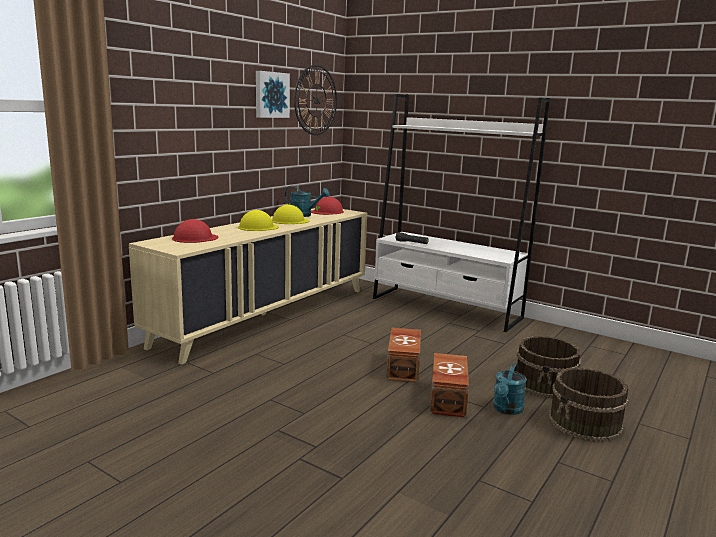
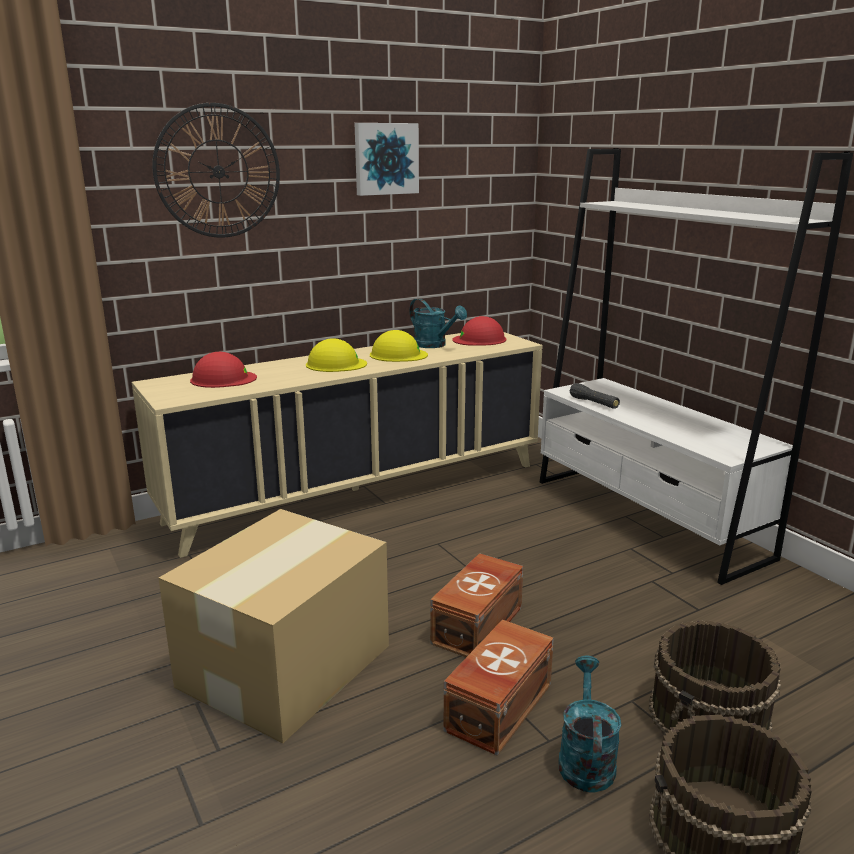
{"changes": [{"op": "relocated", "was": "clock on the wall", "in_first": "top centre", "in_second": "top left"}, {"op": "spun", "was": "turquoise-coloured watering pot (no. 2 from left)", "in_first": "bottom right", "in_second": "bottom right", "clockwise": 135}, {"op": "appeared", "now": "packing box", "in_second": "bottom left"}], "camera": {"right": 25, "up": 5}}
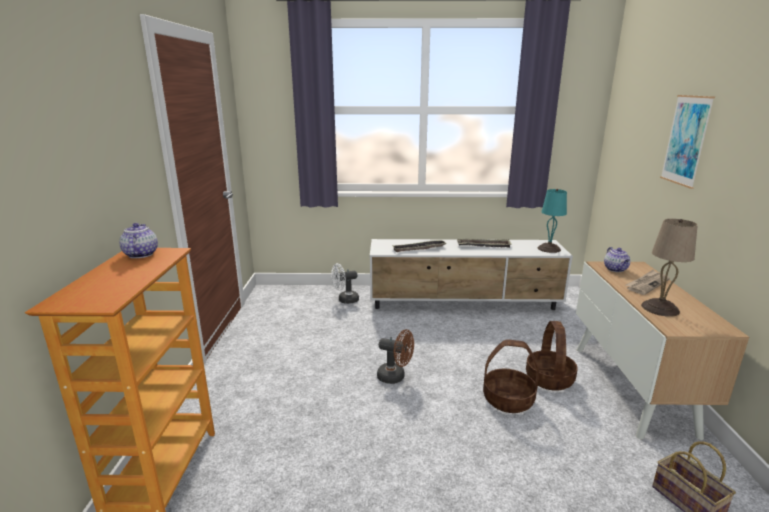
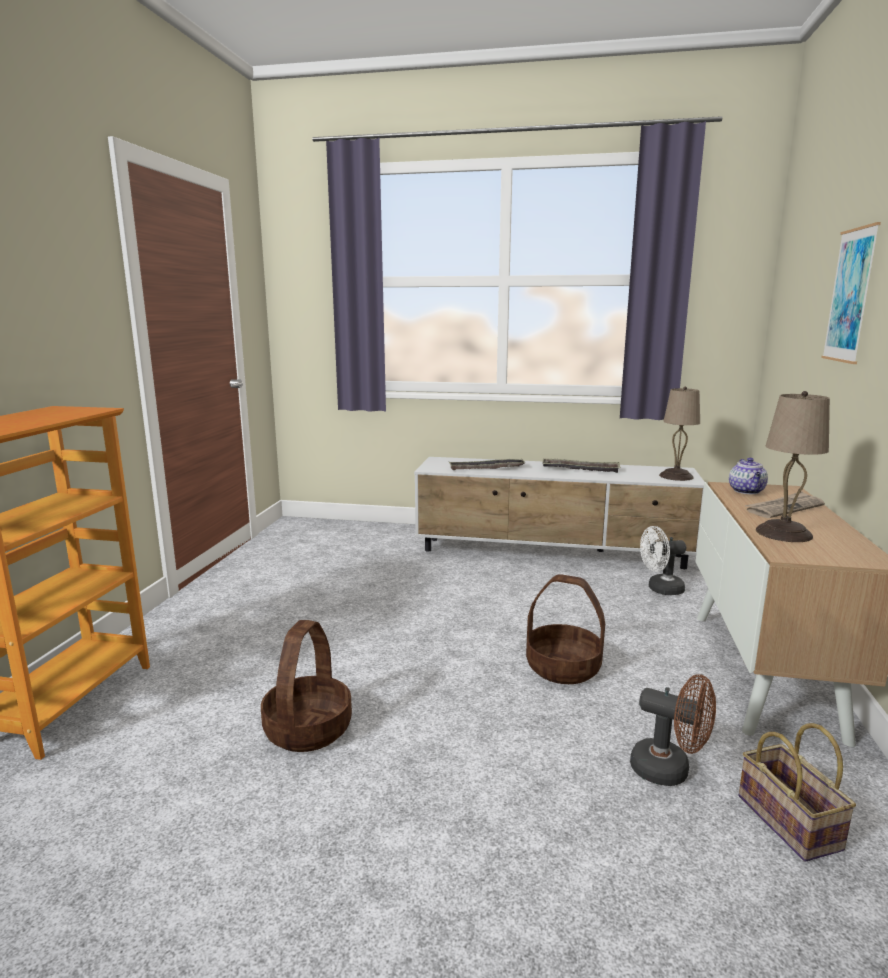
{"changes": [{"op": "missing", "was": "tea pot (no. 1 from left)", "in_first": "middle left"}, {"op": "relocated", "was": "white cooling fan", "in_first": "centre", "in_second": "middle right"}, {"op": "relocated", "was": "brown-coloured cooling fan", "in_first": "bottom centre", "in_second": "bottom right"}, {"op": "relocated", "was": "household basket (no. 2 from left in the first image)", "now": "household basket (no. 1 from left)", "in_first": "bottom right", "in_second": "bottom centre"}, {"op": "colour", "was": "turquoise-coloured table lamp", "now": "sand-coloured table lamp (no. 1 from left)", "in_first": "middle right", "in_second": "middle right"}], "camera": {"right": 10, "up": -5}}
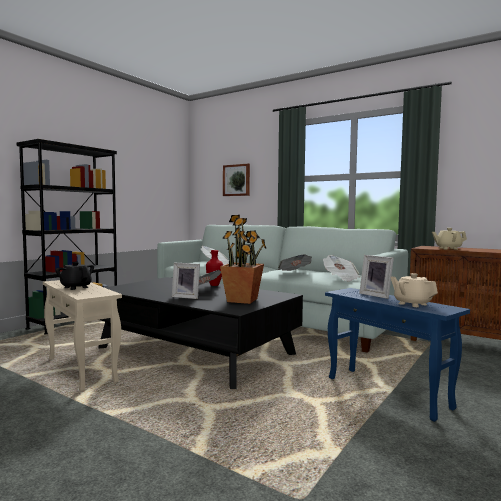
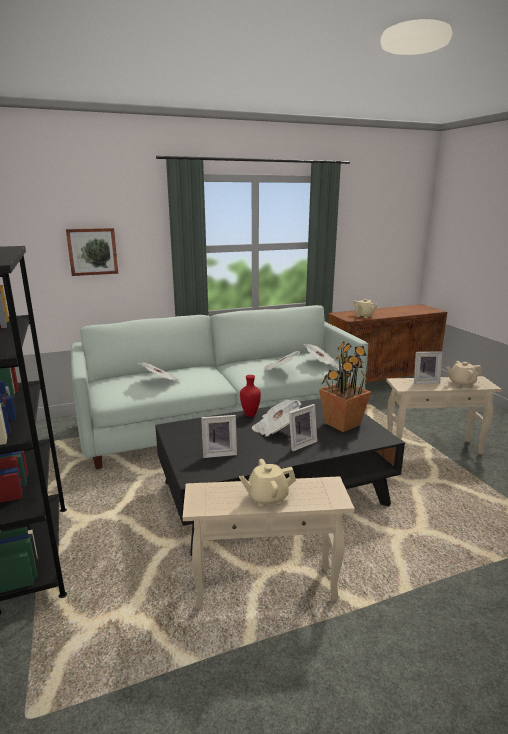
{"changes": [{"op": "colour", "was": "blackish tea pot", "now": "sand-coloured tea pot (no. 1 from left)", "in_first": "middle left", "in_second": "centre"}, {"op": "colour", "was": "bluish side table", "now": "sand-coloured side table (no. 2 from left)", "in_first": "bottom right", "in_second": "middle right"}, {"op": "appeared", "now": "picture frame (no. 1 from left)", "in_second": "centre"}], "camera": {"right": -55, "up": 15}}
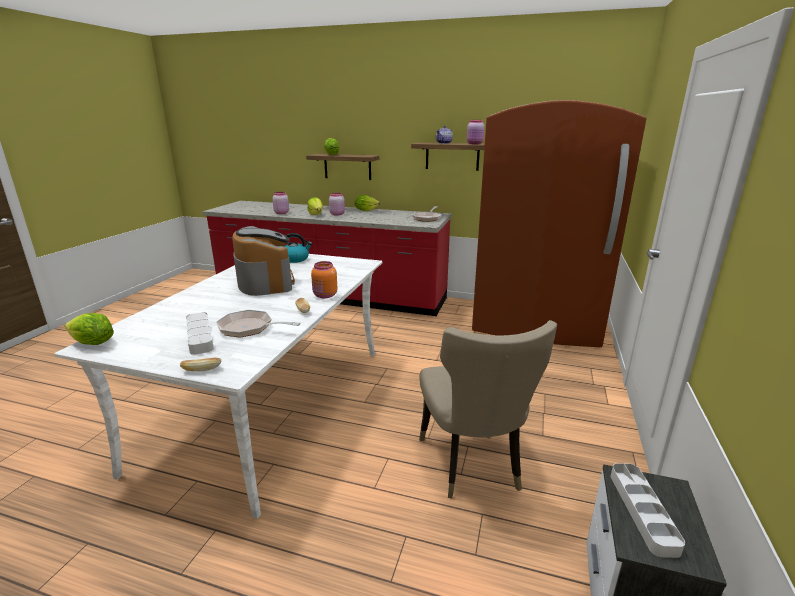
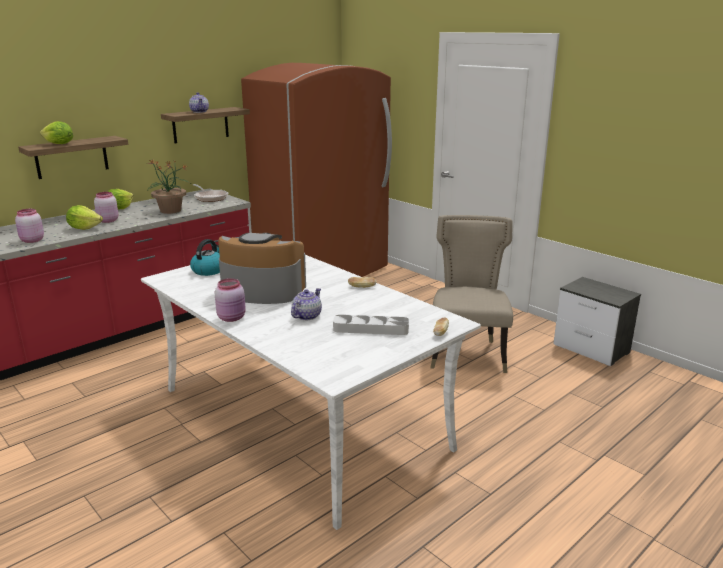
{"changes": [{"op": "missing", "was": "lettuce head (no. 1 from left)", "in_first": "middle left"}, {"op": "missing", "was": "skillet (no. 1 from left)", "in_first": "middle left"}, {"op": "missing", "was": "orange jar", "in_first": "centre"}, {"op": "spun", "was": "sand-coloured plain chair", "in_first": "bottom centre", "in_second": "centre", "clockwise": -105}, {"op": "relocated", "was": "pinkish jar (no. 3 from left)", "in_first": "top centre", "in_second": "middle left"}, {"op": "missing", "was": "gray tray (no. 2 from left)", "in_first": "bottom right"}, {"op": "appeared", "now": "plant in a pot", "in_second": "top left"}, {"op": "appeared", "now": "tea pot (no. 2 from left)", "in_second": "centre"}], "camera": {"right": -60, "up": 0}}
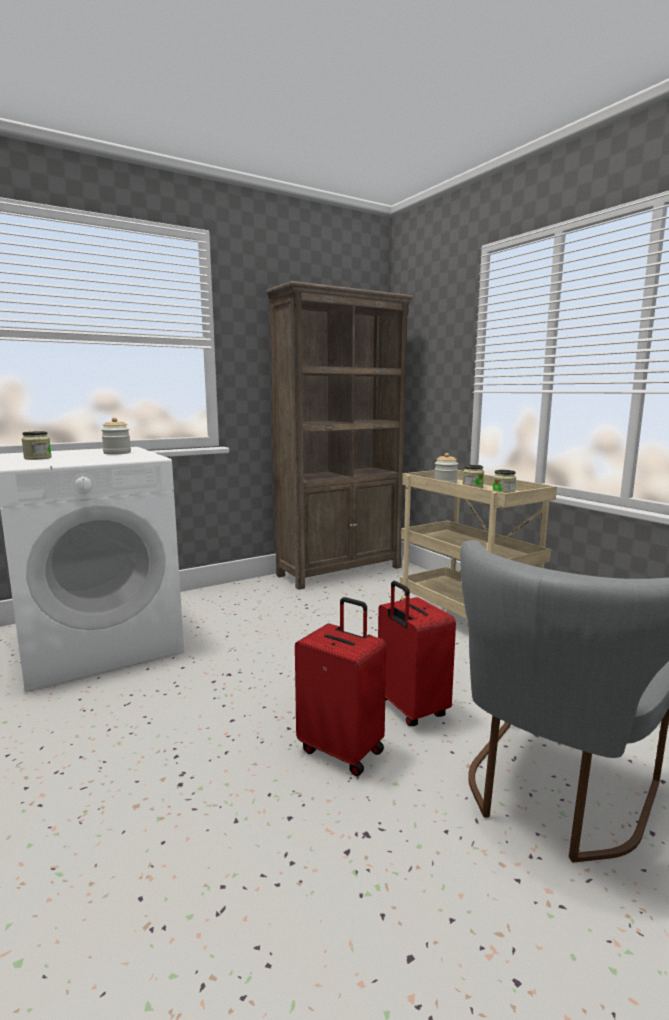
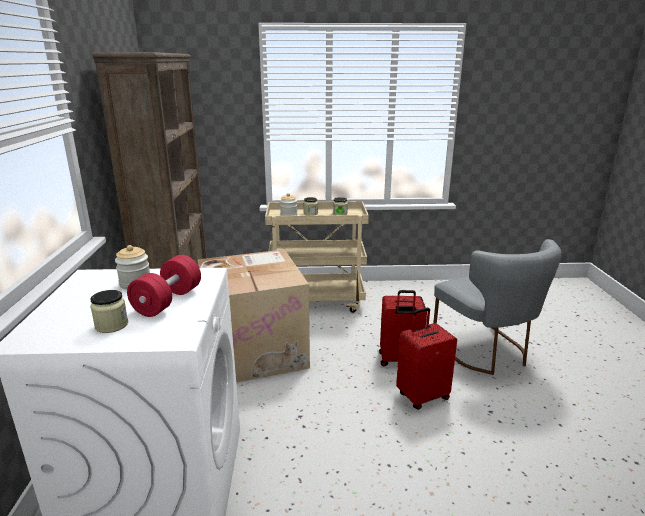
{"changes": [{"op": "appeared", "now": "reddish free weight", "in_second": "middle left"}, {"op": "appeared", "now": "packing box", "in_second": "centre"}], "camera": {"right": -60, "up": 10}}
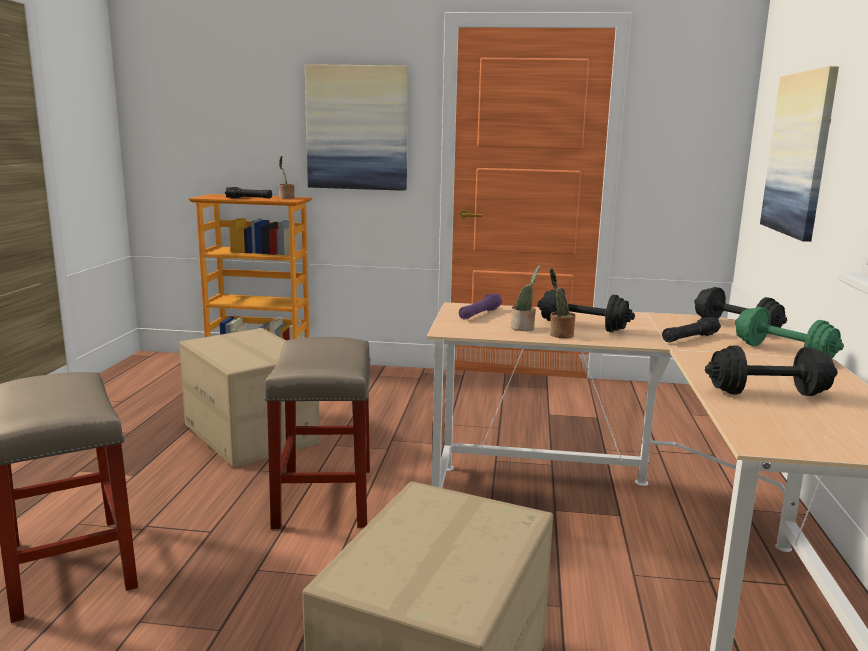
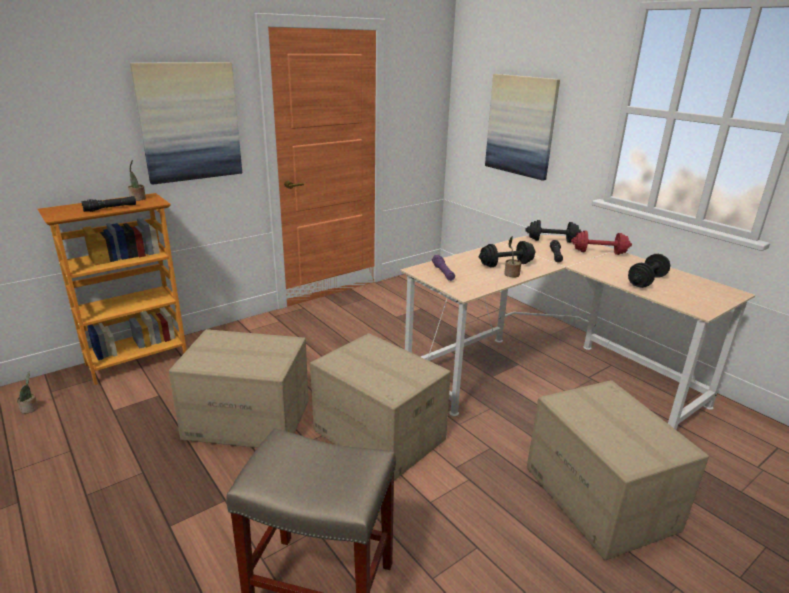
{"changes": [{"op": "exchanged", "was": "sand-coloured sitting stool (no. 2 from left)", "now": "packing box (no. 2 from left)", "in_first": "centre", "in_second": "bottom centre"}, {"op": "relocated", "was": "plant in a pot (no. 2 from left in the first image)", "now": "plant in a pot (no. 1 from left)", "in_first": "centre", "in_second": "middle left"}, {"op": "colour", "was": "greenish free weight", "now": "reddish free weight", "in_first": "middle right", "in_second": "middle right"}], "camera": {"right": -45, "up": 10}}
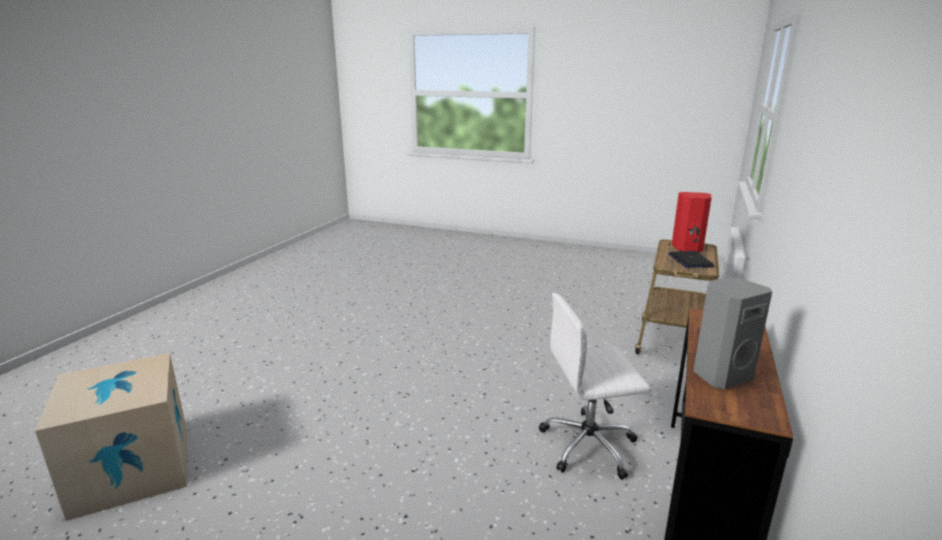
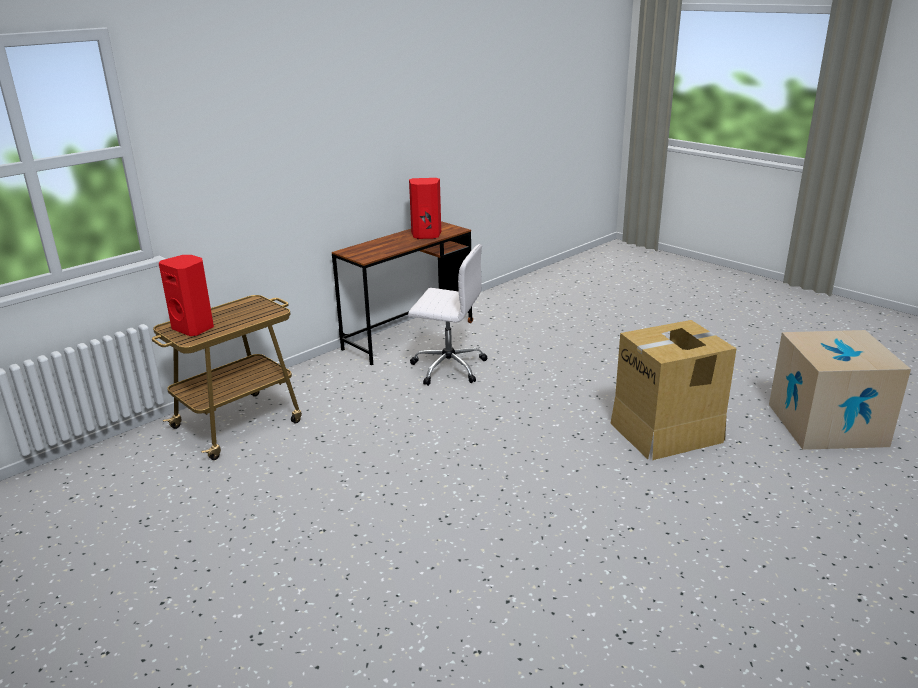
{"changes": [{"op": "missing", "was": "laptop", "in_first": "middle right"}, {"op": "colour", "was": "gray speaker", "now": "reddish speaker (no. 2 from left)", "in_first": "middle right", "in_second": "top centre"}, {"op": "appeared", "now": "packing box (no. 1 from left)", "in_second": "middle right"}], "camera": {"right": -155, "up": 5}}
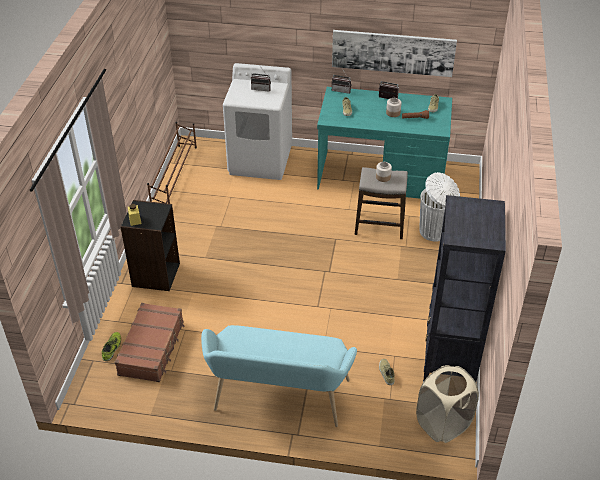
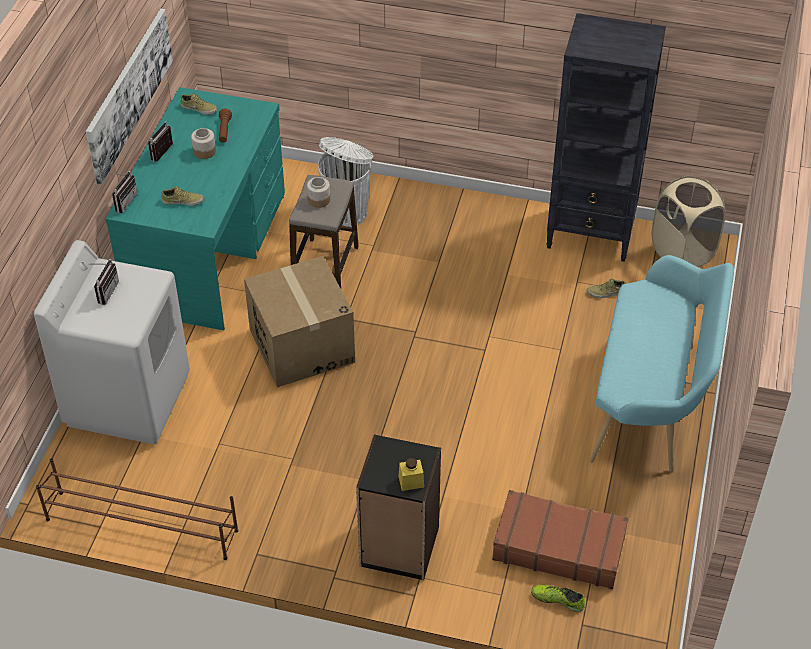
{"changes": [{"op": "appeared", "now": "packing box", "in_second": "centre"}], "camera": {"right": -85, "up": 5}}
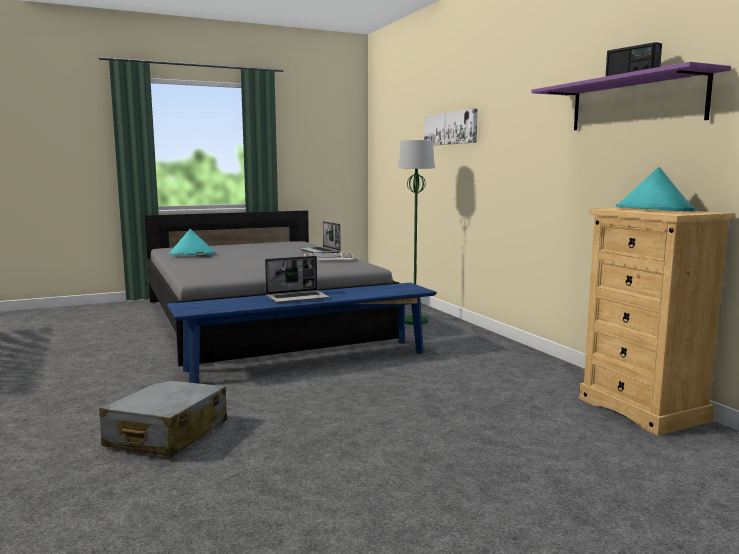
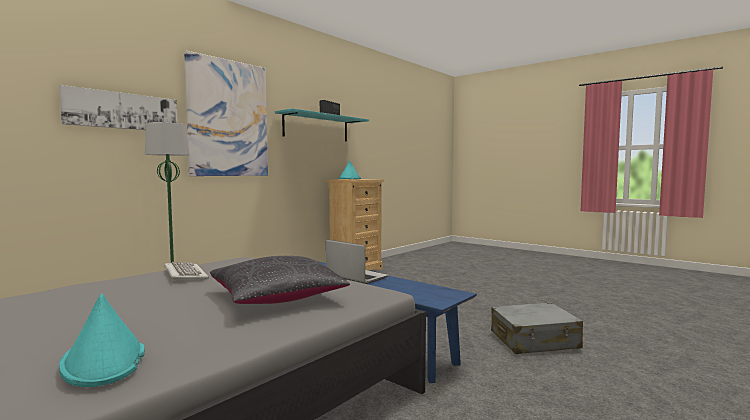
{"changes": [{"op": "missing", "was": "laptop (no. 2 from left)", "in_first": "centre"}, {"op": "colour", "was": "purple wall shelf", "now": "turquoise-coloured wall shelf", "in_first": "top right", "in_second": "top centre"}, {"op": "appeared", "now": "wall picture (no. 2 from left)", "in_second": "top left"}, {"op": "appeared", "now": "blackish cushion", "in_second": "bottom centre"}], "camera": {"right": -115, "up": -5}}
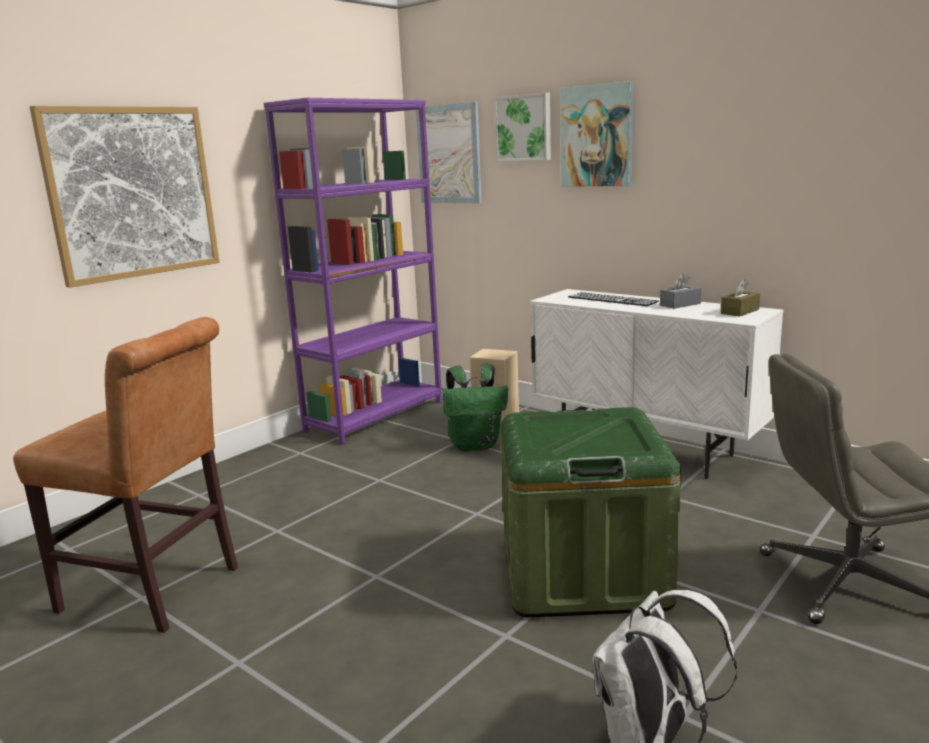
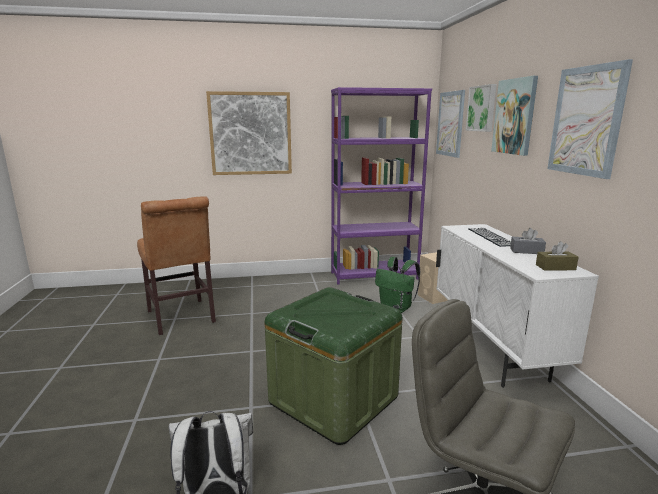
{"changes": [{"op": "appeared", "now": "wall picture (no. 5 from left)", "in_second": "top right"}], "camera": {"right": 40, "up": 0}}
